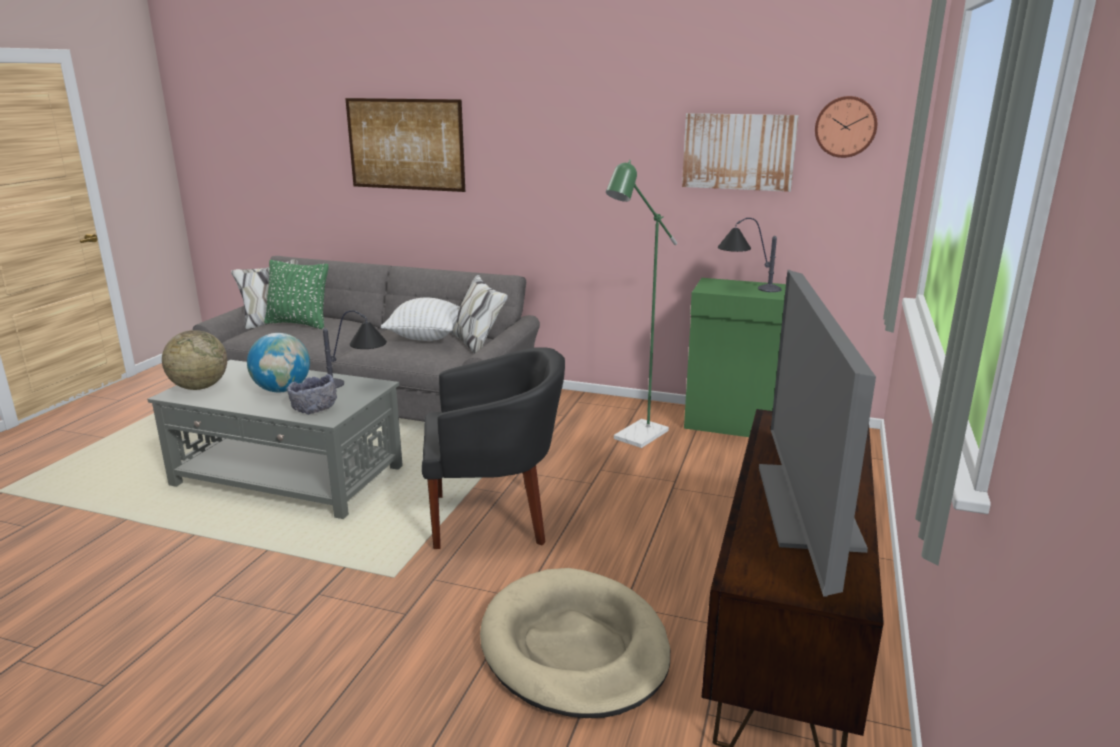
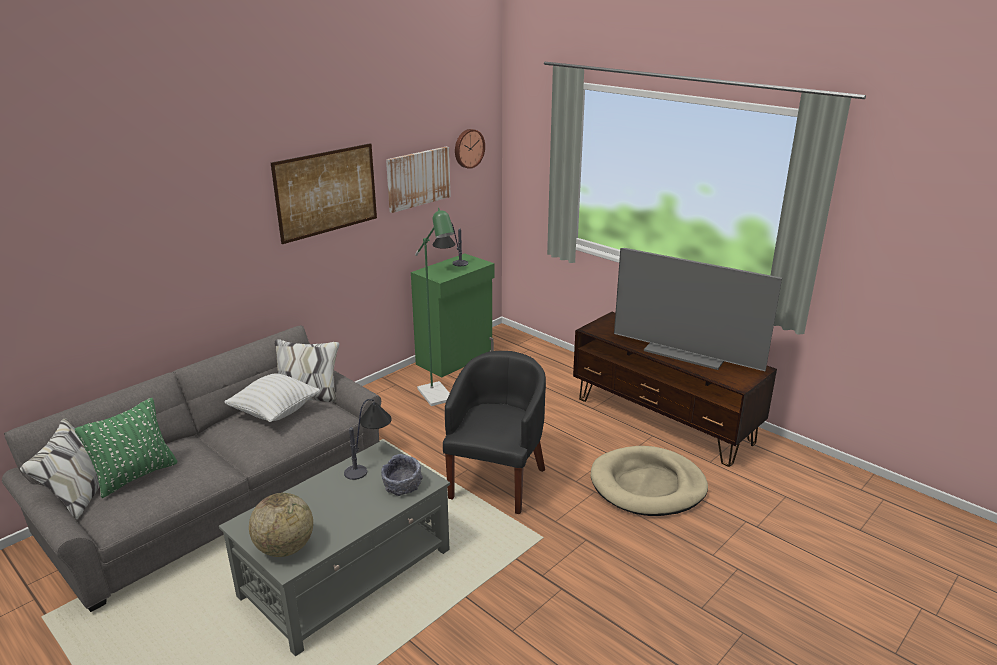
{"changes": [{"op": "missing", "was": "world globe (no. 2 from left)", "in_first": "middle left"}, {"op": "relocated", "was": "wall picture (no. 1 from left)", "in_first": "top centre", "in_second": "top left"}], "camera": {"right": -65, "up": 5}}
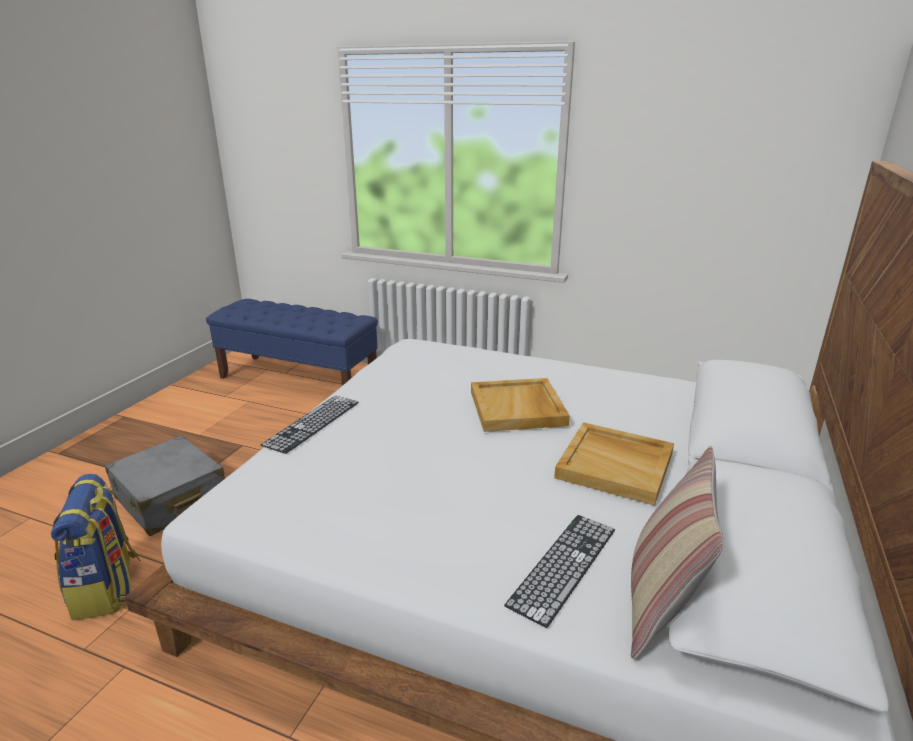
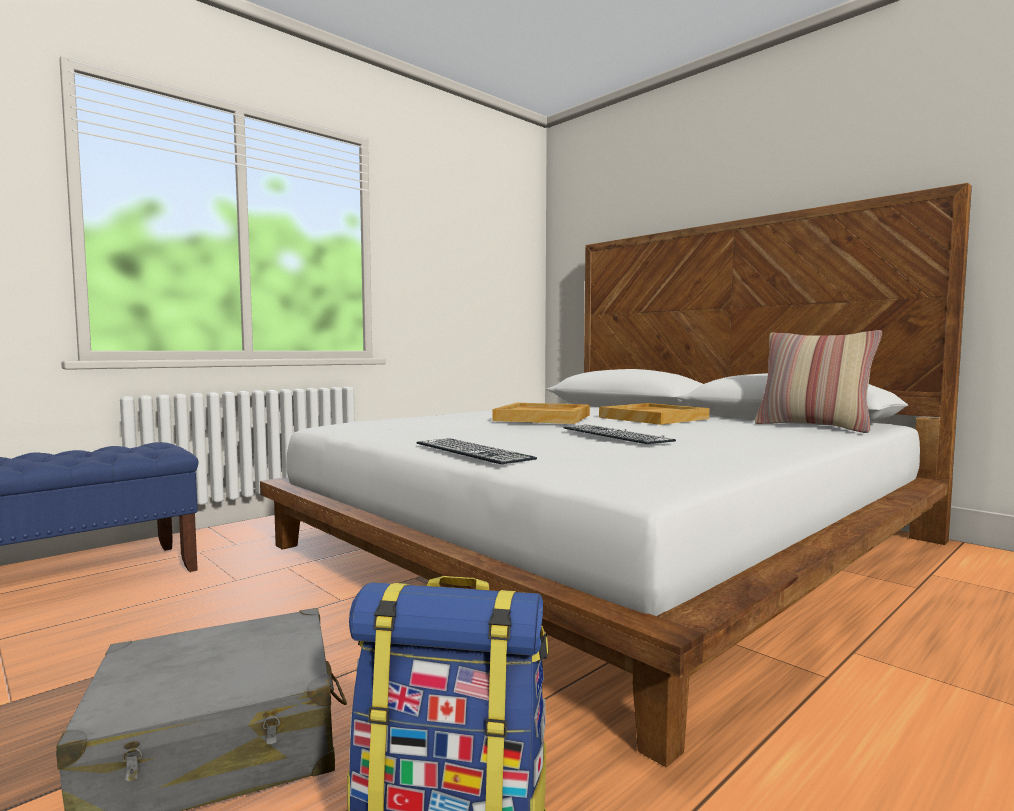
{"changes": [{"op": "relocated", "was": "keyboard (no. 2 from left)", "in_first": "bottom centre", "in_second": "centre"}], "camera": {"right": -65, "up": -20}}
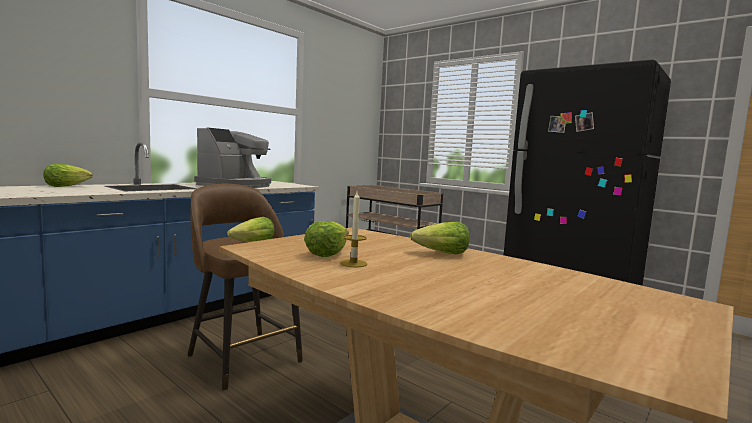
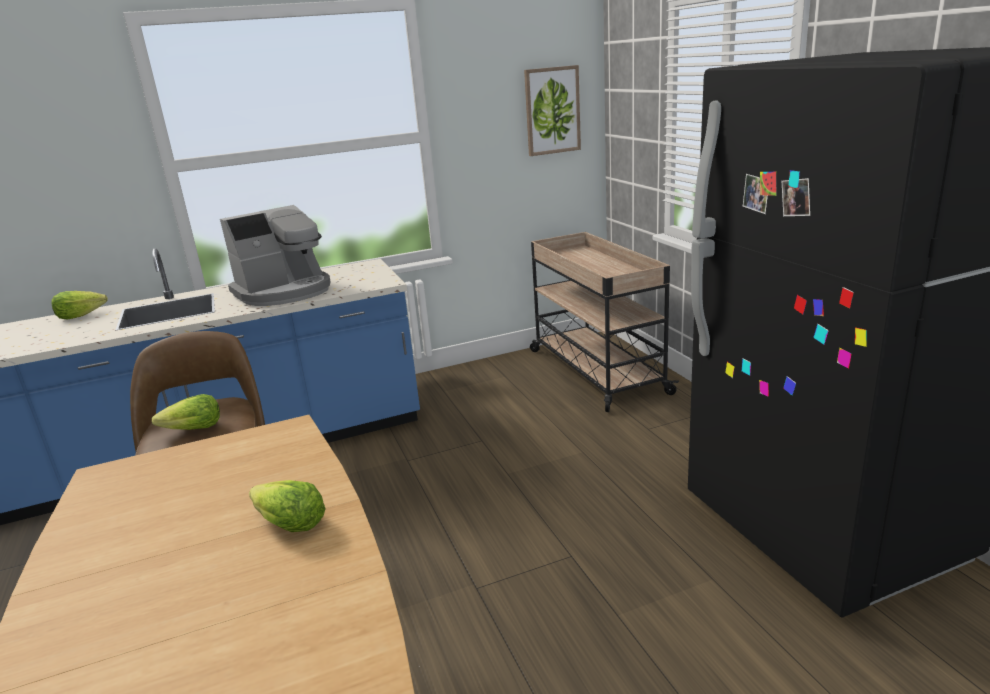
{"changes": [{"op": "missing", "was": "lettuce head (no. 3 from left)", "in_first": "centre"}, {"op": "missing", "was": "wax light", "in_first": "centre"}, {"op": "appeared", "now": "wall picture", "in_second": "top centre"}], "camera": {"right": 30, "up": 15}}
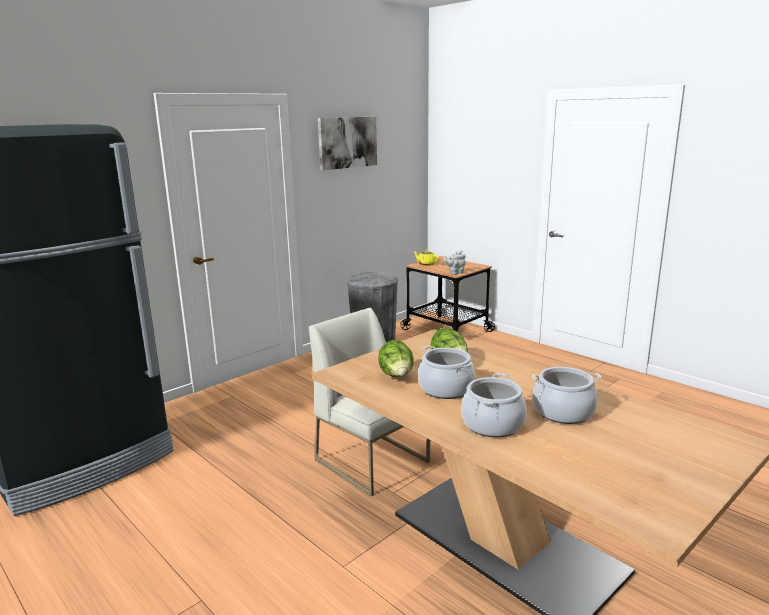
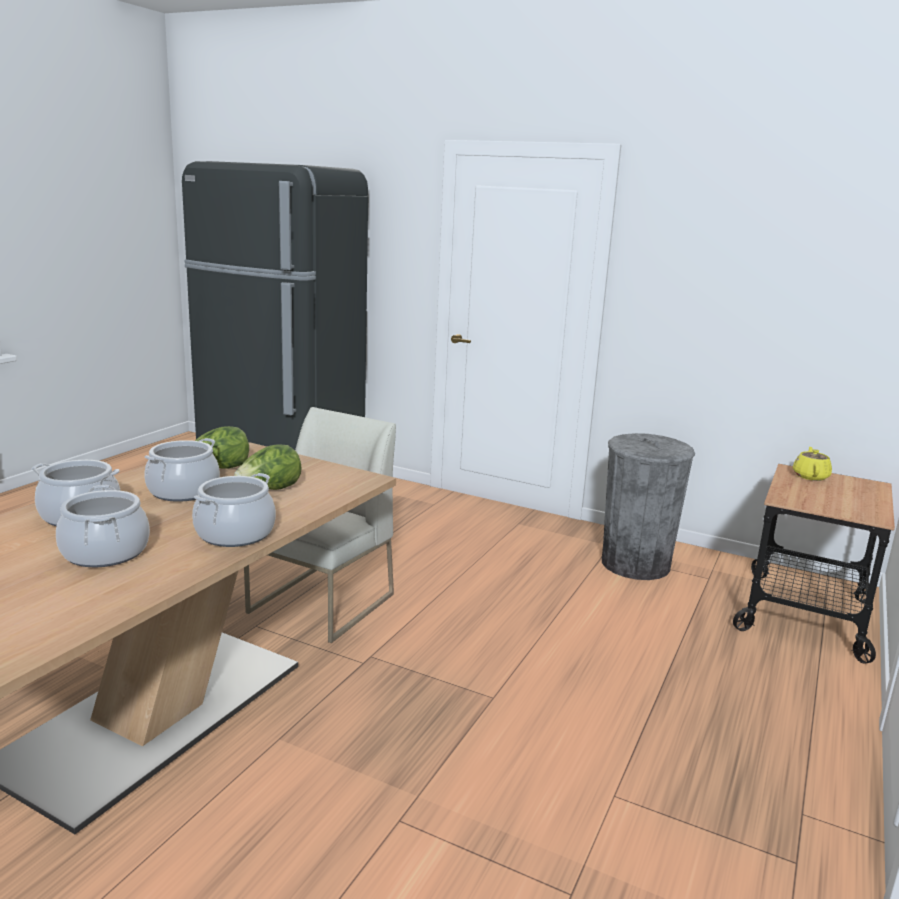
{"changes": [{"op": "missing", "was": "wall picture", "in_first": "top centre"}, {"op": "missing", "was": "gray tea pot", "in_first": "centre"}, {"op": "appeared", "now": "saucepot (no. 4 from left)", "in_second": "middle left"}], "camera": {"right": 70, "up": 0}}
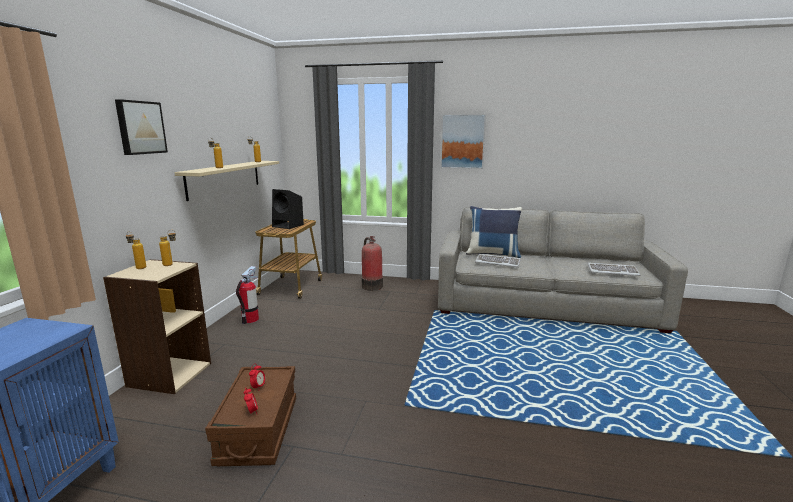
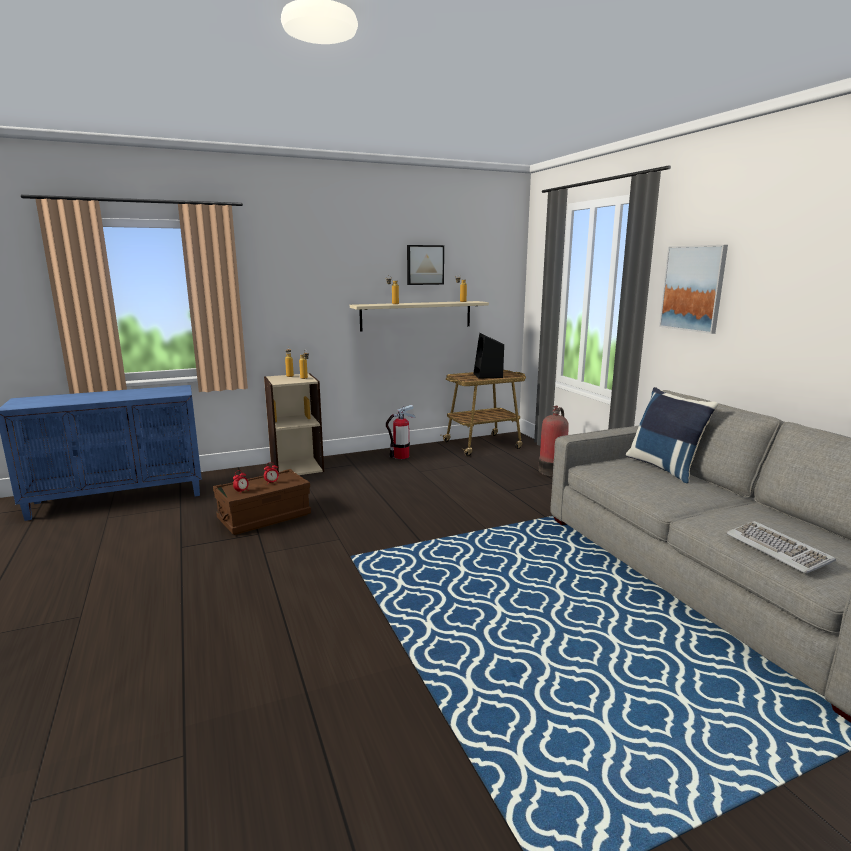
{"changes": [{"op": "relocated", "was": "wall picture (no. 1 from left)", "in_first": "top left", "in_second": "top centre"}, {"op": "missing", "was": "keyboard (no. 1 from left)", "in_first": "centre"}], "camera": {"right": 55, "up": 0}}
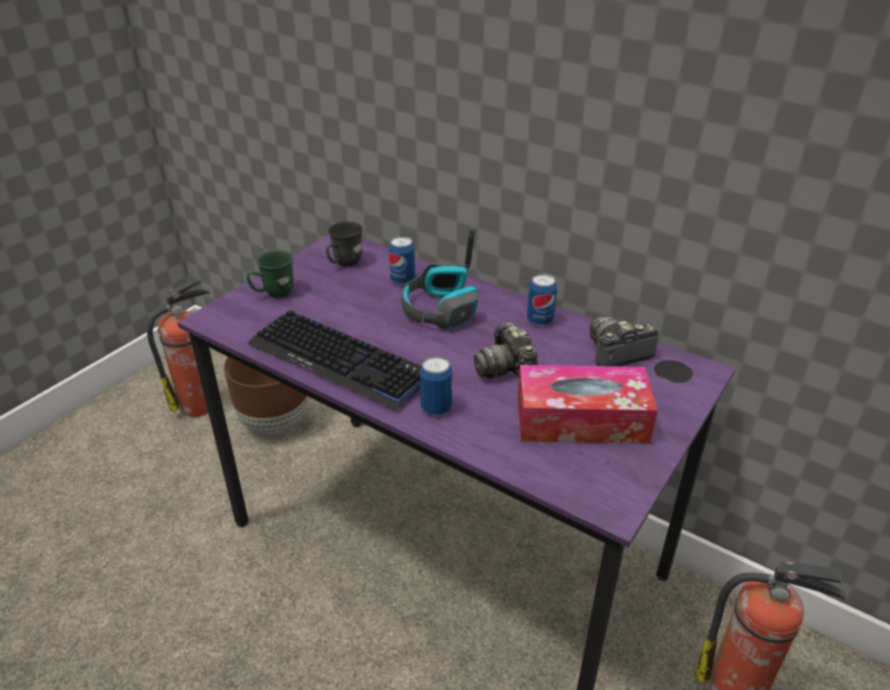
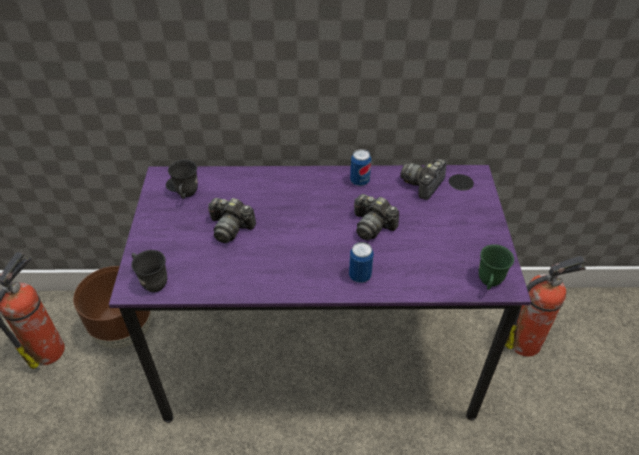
{"changes": [{"op": "relocated", "was": "greenish tea mug", "in_first": "middle left", "in_second": "middle right"}, {"op": "missing", "was": "keyboard", "in_first": "centre"}, {"op": "missing", "was": "can (no. 1 from left)", "in_first": "centre"}, {"op": "missing", "was": "headphones", "in_first": "centre"}, {"op": "missing", "was": "tissue holder", "in_first": "centre"}, {"op": "appeared", "now": "gray tea mug (no. 1 from left)", "in_second": "middle left"}, {"op": "appeared", "now": "photo camera (no. 1 from left)", "in_second": "centre"}], "camera": {"right": -35, "up": 10}}
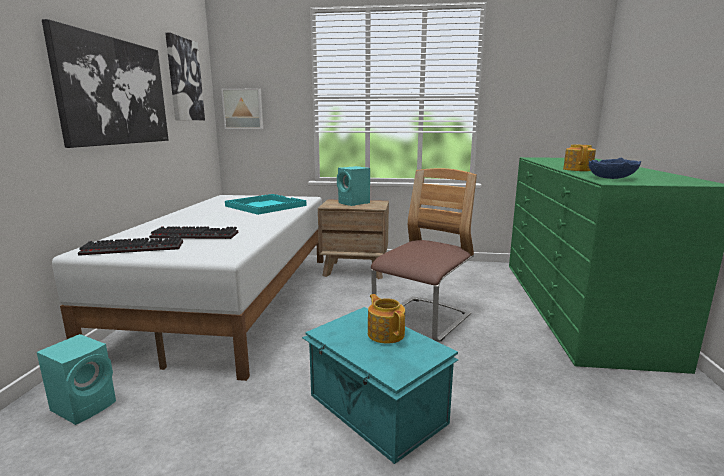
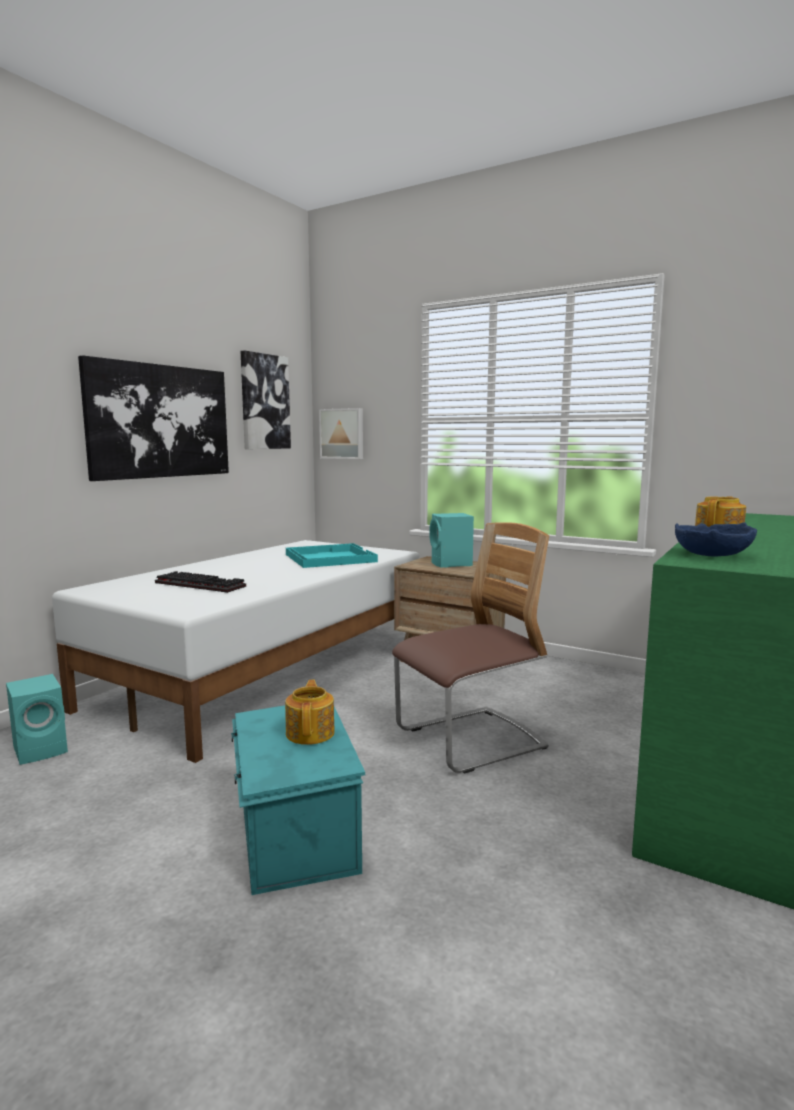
{"changes": [{"op": "missing", "was": "keyboard (no. 1 from left)", "in_first": "middle left"}], "camera": {"right": 25, "up": -5}}
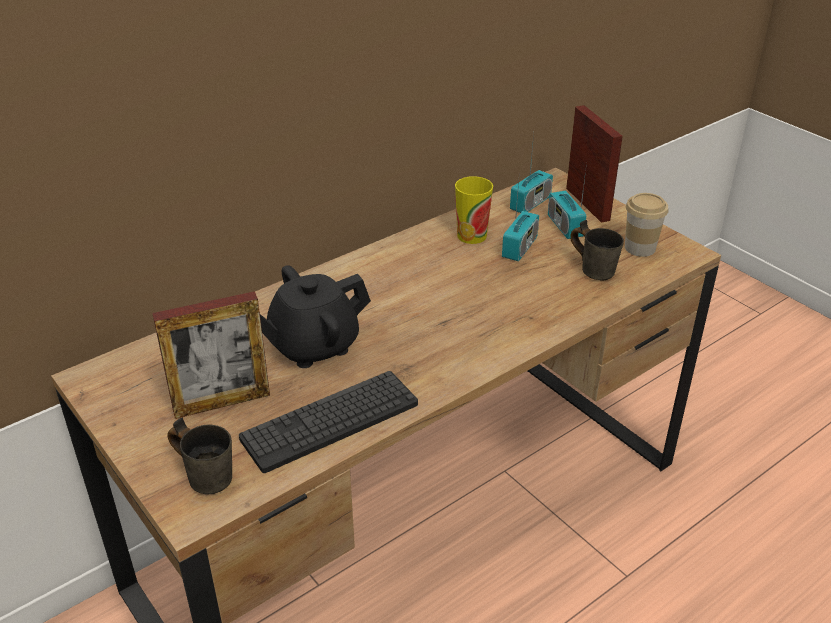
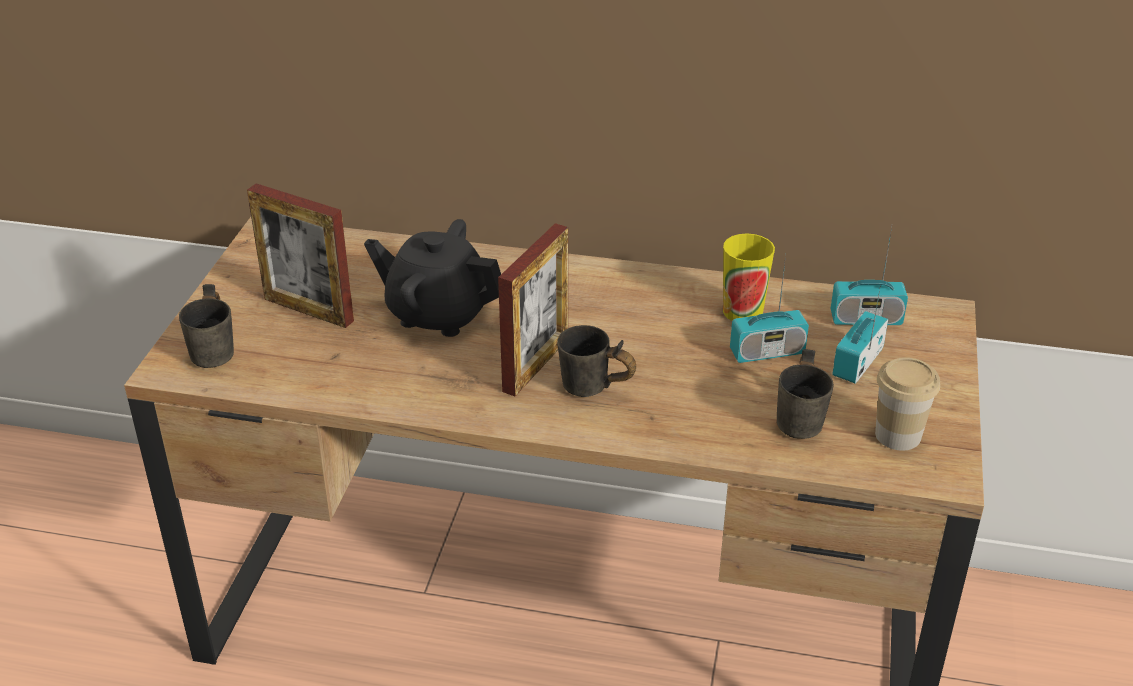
{"changes": [{"op": "missing", "was": "keyboard", "in_first": "bottom centre"}, {"op": "relocated", "was": "picture frame (no. 2 from left)", "in_first": "top right", "in_second": "centre"}, {"op": "appeared", "now": "gray tea mug (no. 2 from left)", "in_second": "centre"}], "camera": {"right": 50, "up": 0}}
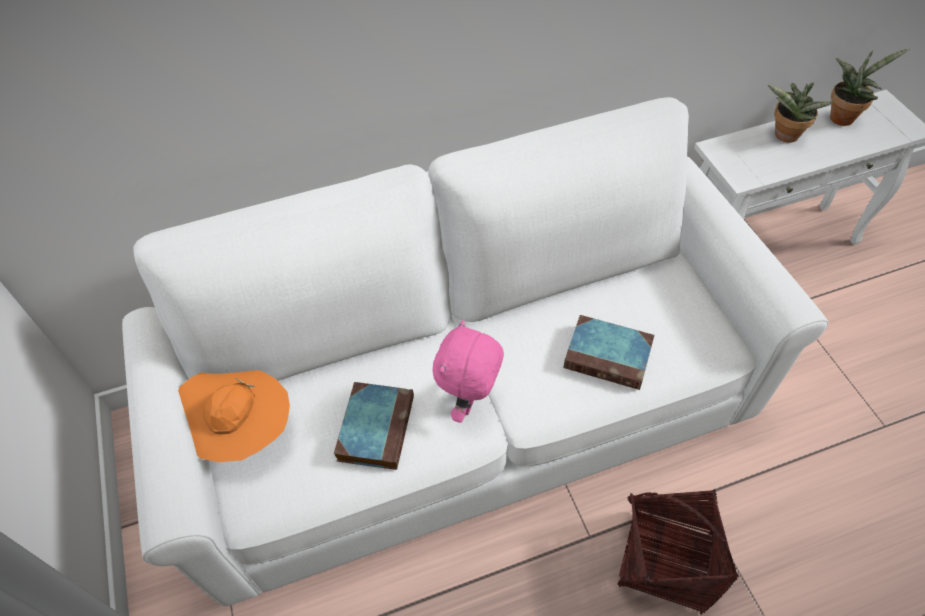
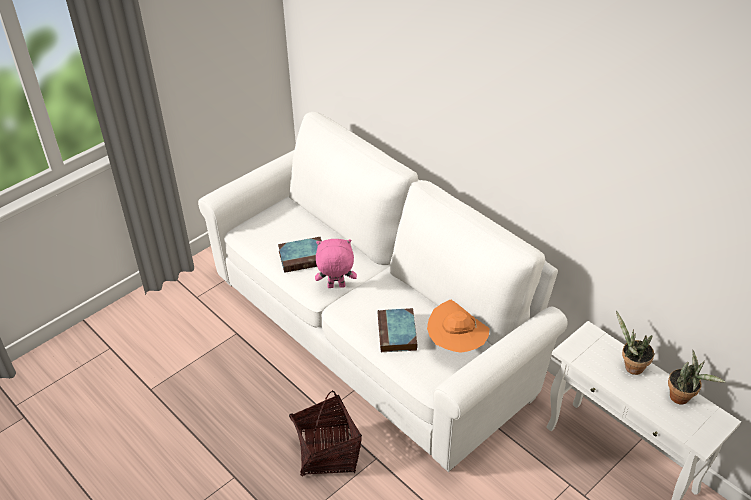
{"changes": [{"op": "relocated", "was": "orange hat", "in_first": "bottom left", "in_second": "centre"}], "camera": {"right": 65, "up": -10}}
